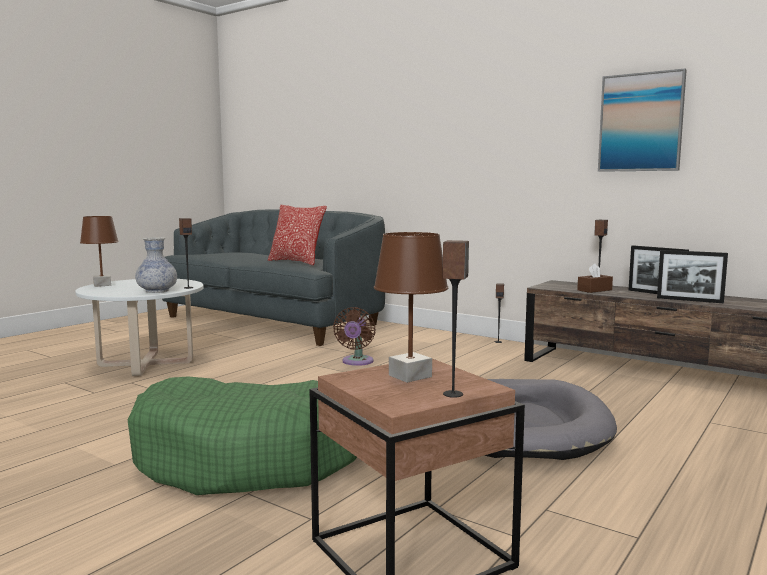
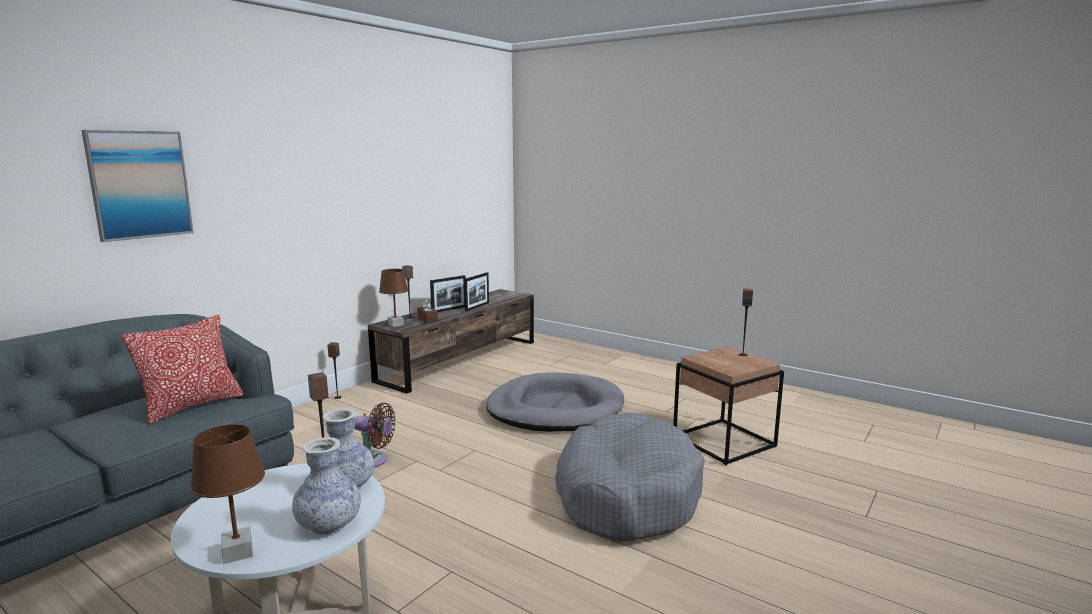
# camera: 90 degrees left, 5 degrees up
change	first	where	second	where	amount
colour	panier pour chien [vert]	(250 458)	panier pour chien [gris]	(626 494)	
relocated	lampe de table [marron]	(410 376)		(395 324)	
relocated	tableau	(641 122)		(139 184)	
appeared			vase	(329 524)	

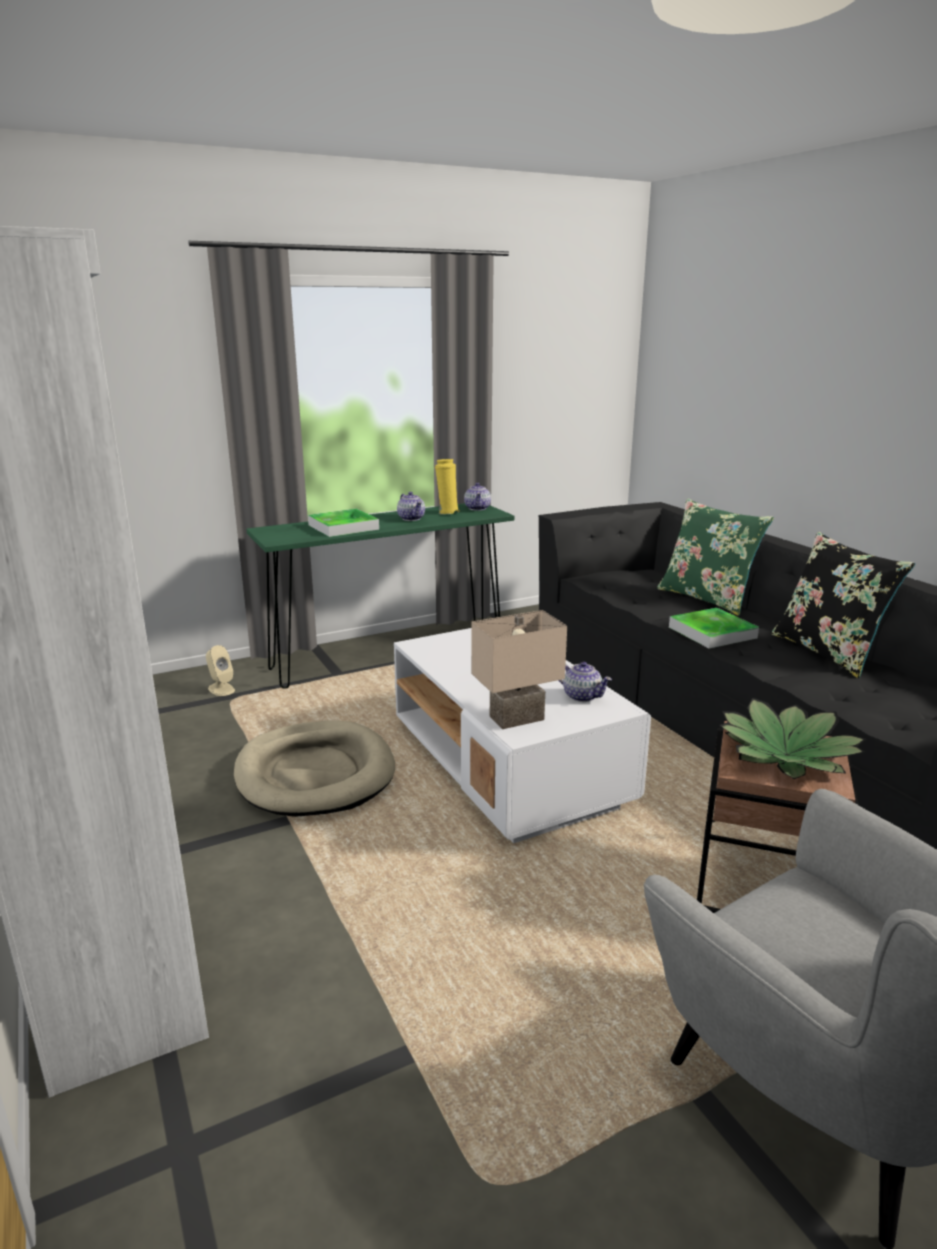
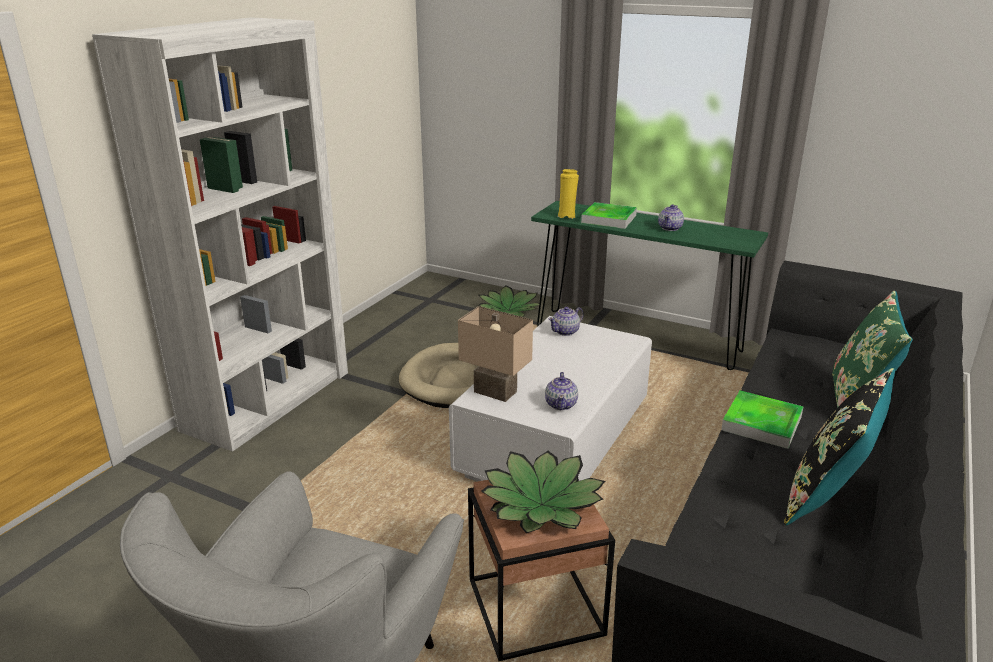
# camera: 55 degrees right, 5 degrees up
change	first	where	second	where	amount
exchanged	enceinte [beige]	(221 689)	plante en pot	(509 310)	
relocated	vase [jaune]	(447 512)		(566 216)	
relocated	théière	(477 508)		(566 331)	

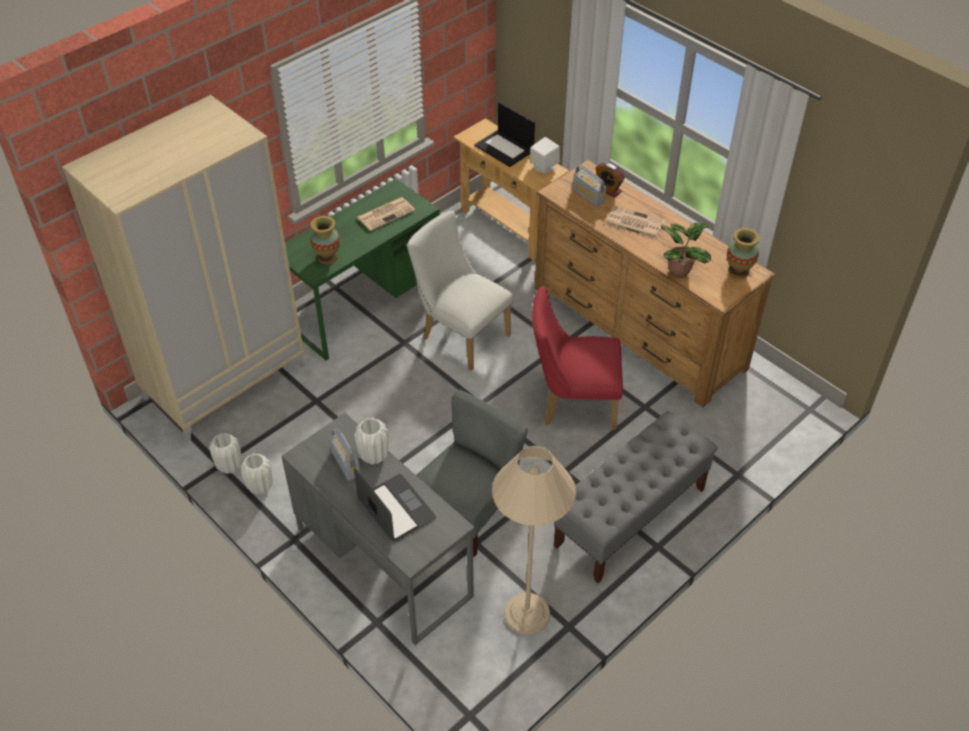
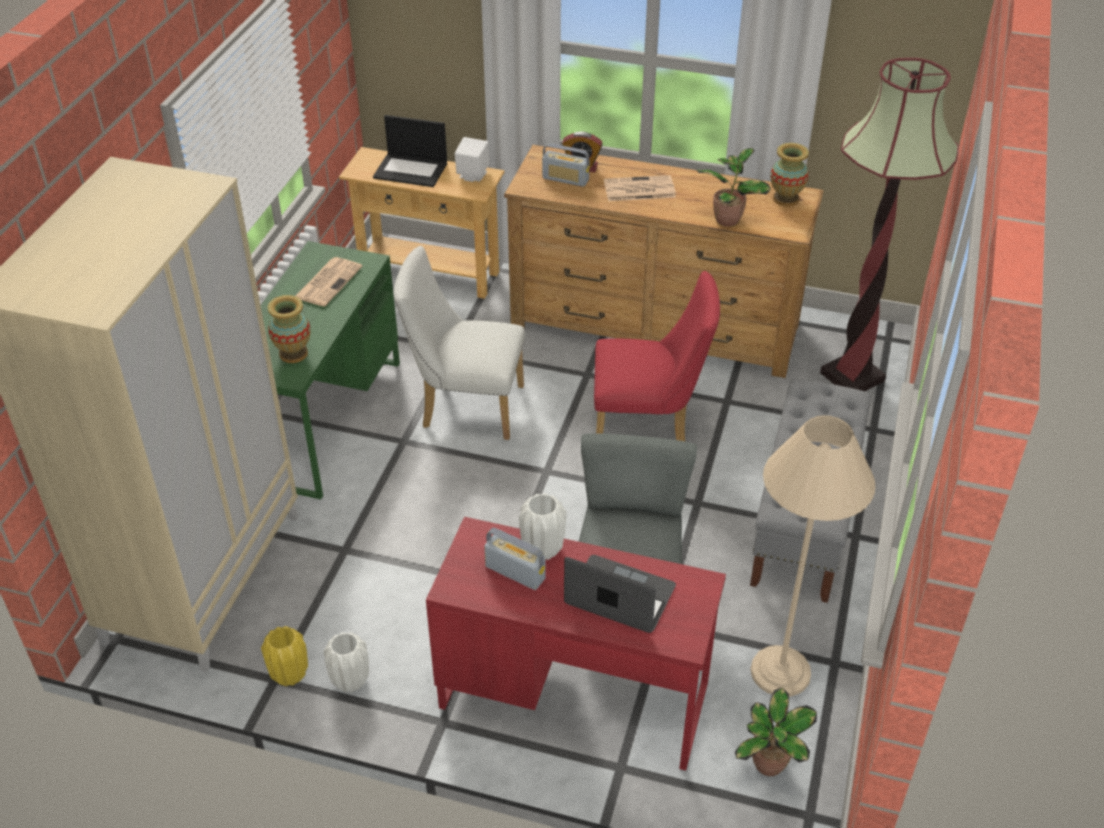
# camera: 30 degrees left, 5 degrees down
change	first	where	second	where	amount
colour	vase [blanc]	(230 466)	vase [jaune]	(290 675)	
colour	bureau [gris]	(384 561)	bureau [rouge]	(574 694)	
spun	chaise [rouge]	(572 403)		(649 429)	150 degrees counterclockwise
appeared			plante en pot	(769 766)	
appeared			lampadaire	(852 377)	

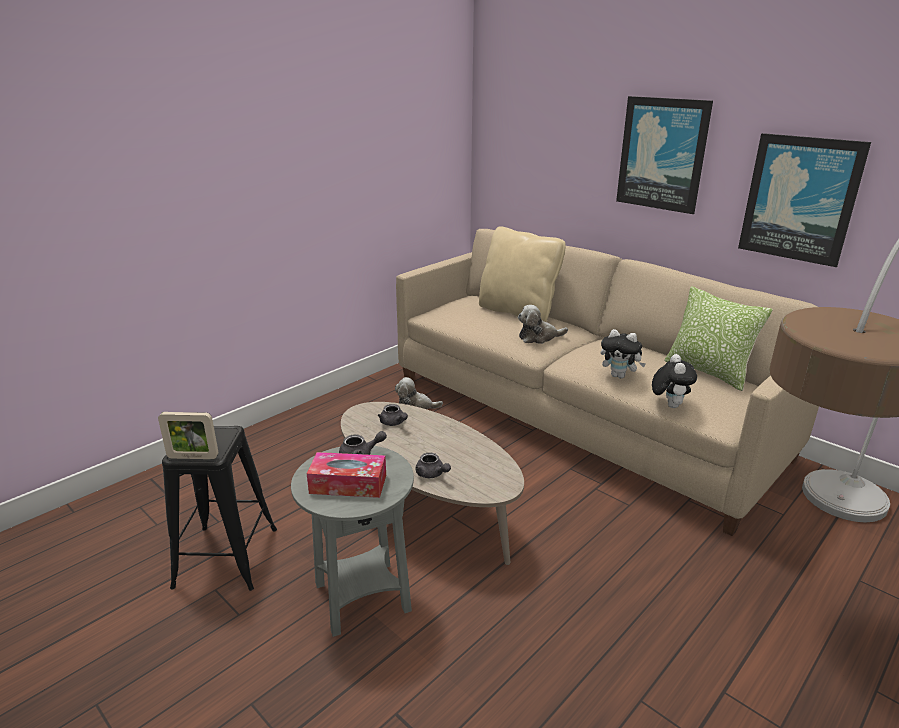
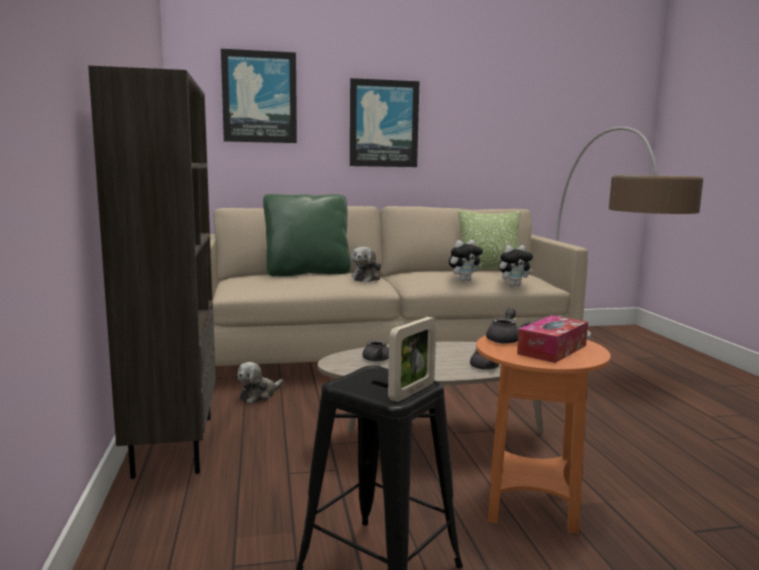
# camera: 55 degrees left, 15 degrees down
change	first	where	second	where	amount
colour	table d'appoint [gris]	(362 597)	table d'appoint [orange]	(530 504)	
colour	coussin [beige]	(518 312)	coussin [vert]	(307 273)	
spun	peluche	(669 405)		(514 285)	120 degrees clockwise
relocated	tableau	(800 199)		(259 97)	
appeared			bibliothèque [marron]	(172 445)	

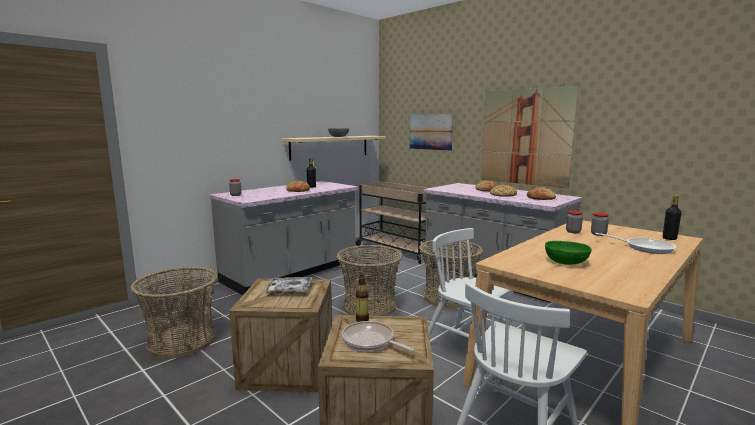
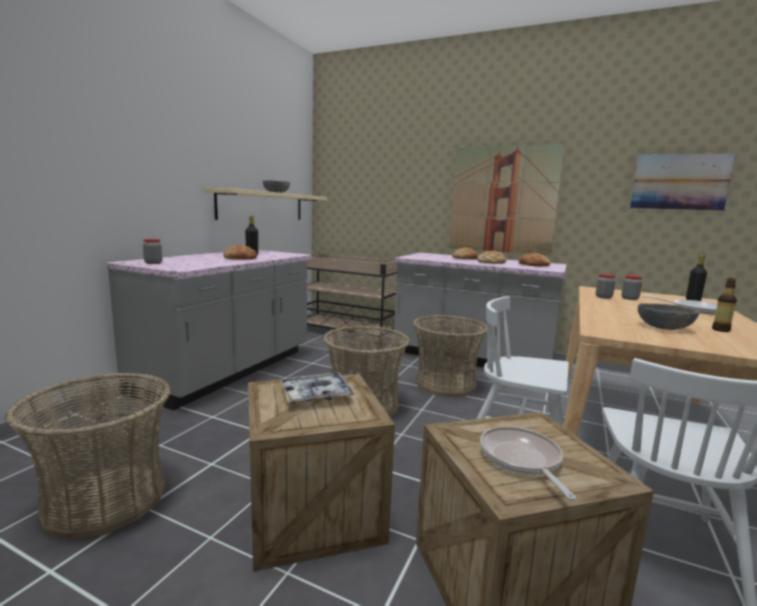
# camera: 20 degrees left, 0 degrees up
change	first	where	second	where	amount
spun	poêle	(370 341)		(521 460)	60 degrees clockwise
relocated	bouteille	(362 320)		(720 330)	
relocated	tableau	(430 132)		(679 182)	
colour	bol [vert]	(566 262)	bol [gris]	(664 327)	

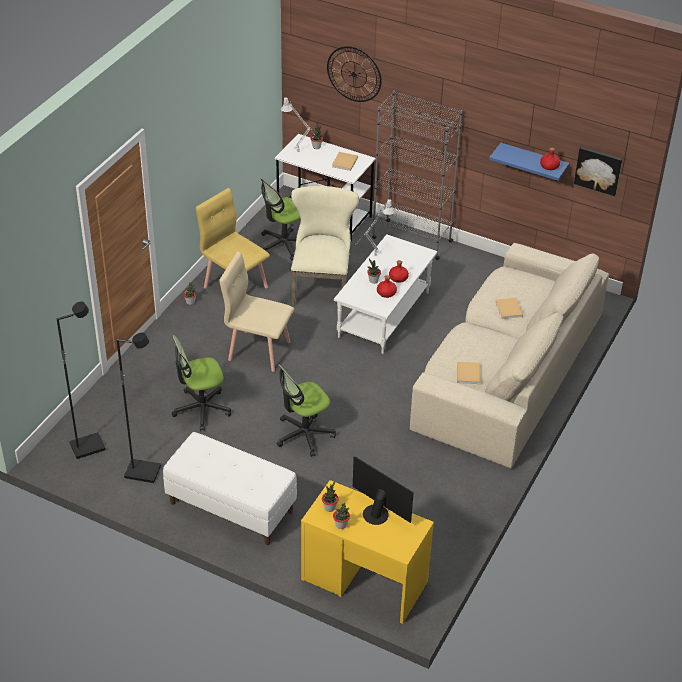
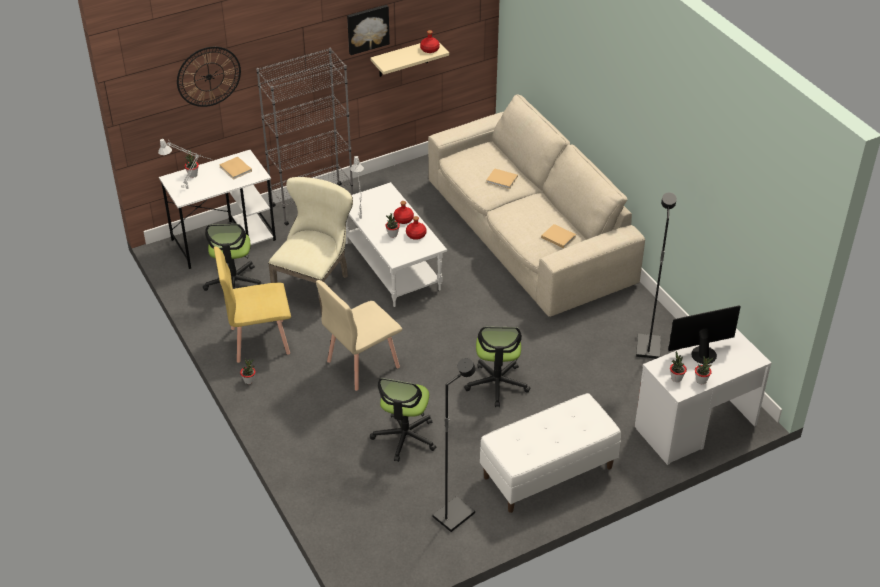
# camera: 55 degrees left, 0 degrees up
change	first	where	second	where	amount
relocated	lampadaire [noir]	(88 446)		(647 347)	
spun	chaise [beige]	(321 285)		(315 285)	75 degrees clockwise
colour	bureau [jaune]	(364 581)	bureau [blanc]	(695 426)	
colour	étagère [bleu]	(533 162)	étagère [beige]	(403 58)	
relocated	tableau	(598 170)		(367 28)	

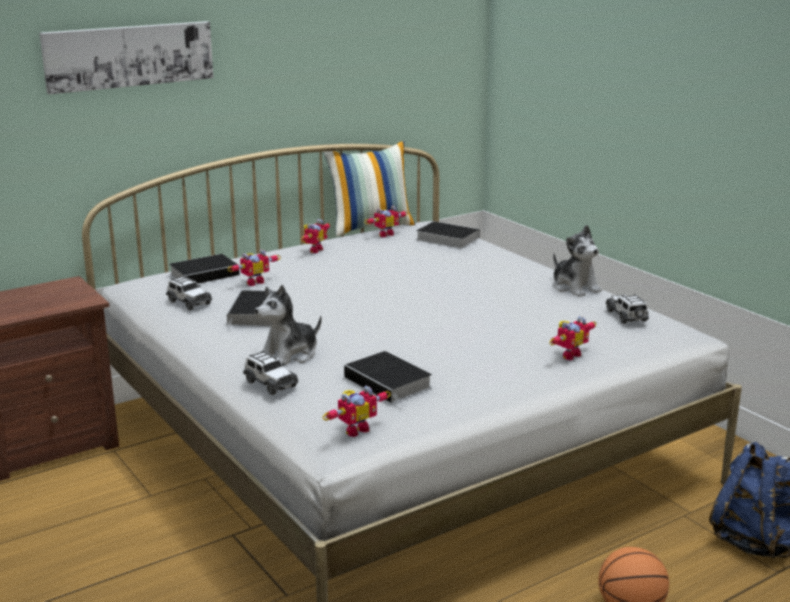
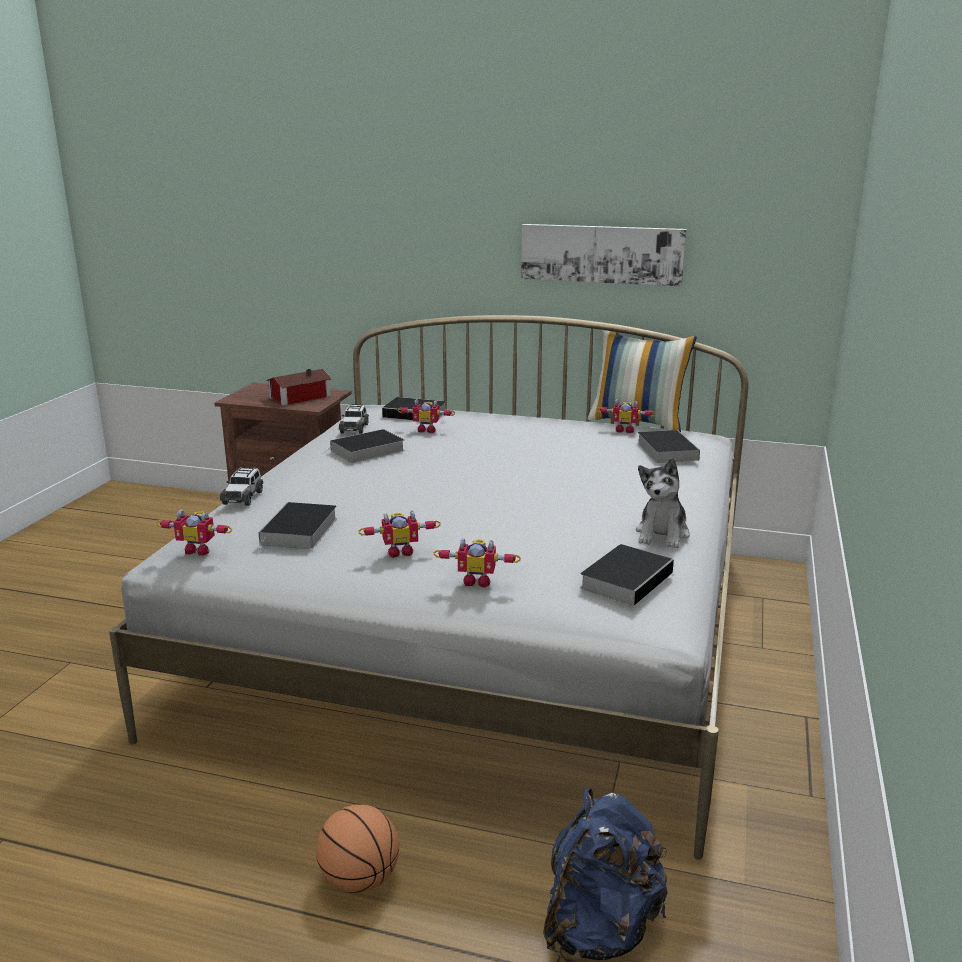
# camera: 50 degrees right, 0 degrees up
change	first	where	second	where	amount
relocated	tableau	(129 56)		(602 254)	
missing	peluche	(289 355)			
relocated	robot jouet	(313 250)		(400 551)	
exchanged	petite voiture	(627 316)	livre	(627 579)	
appeared			maison miniature	(298 397)	

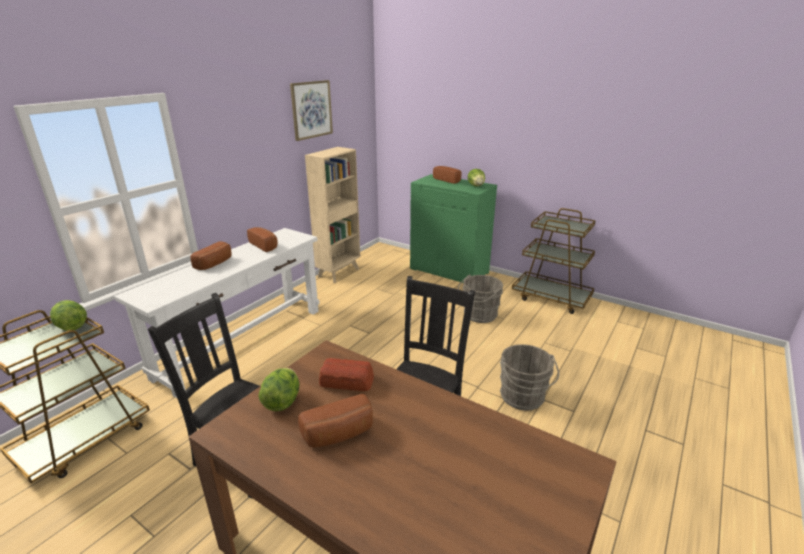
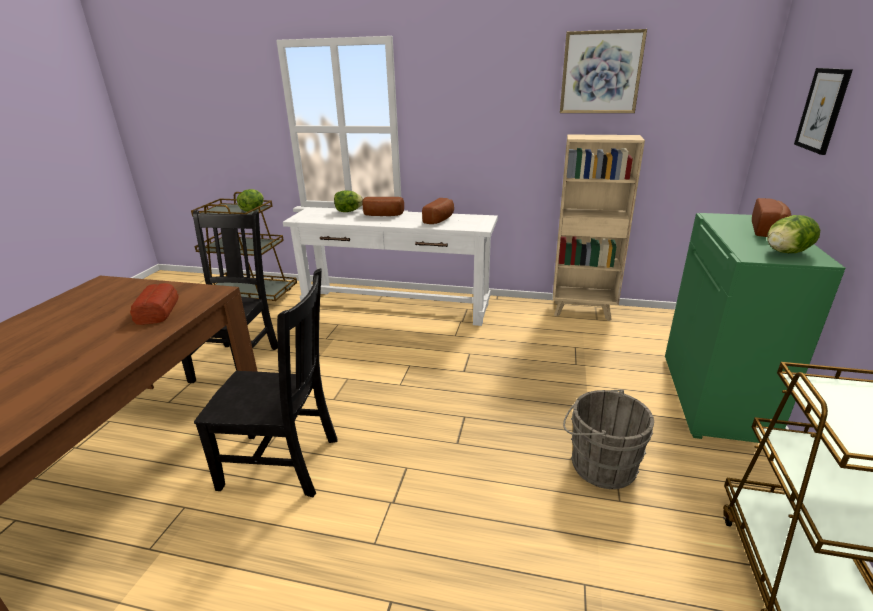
# camera: 70 degrees right, 0 degrees up
change	first	where	second	where	amount
relocated	laitue	(282 402)		(348 211)	
missing	pain	(339 435)			
missing	seau [gris]	(523 398)			
appeared			tableau	(822 110)	

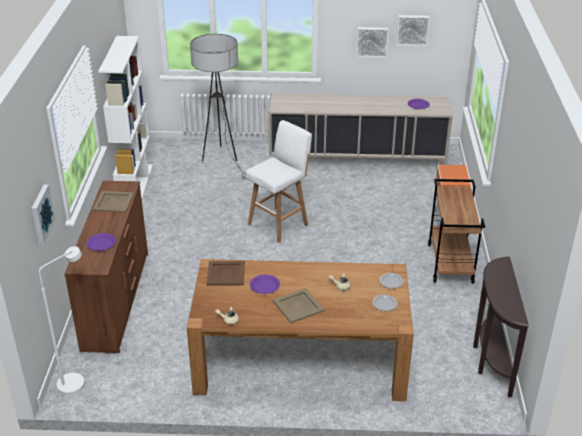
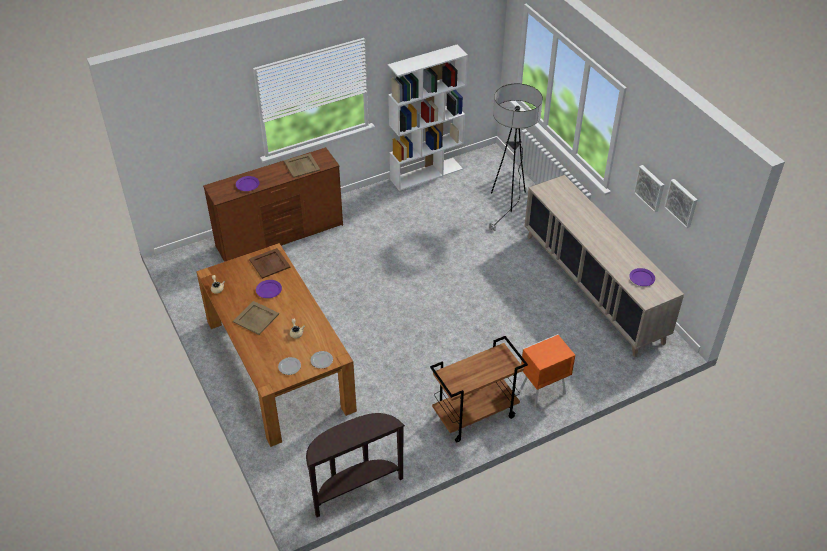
# camera: 60 degrees right, 10 degrees up
change	first	where	second	where	amount
missing	tableau	(41 213)			
missing	lampadaire [blanc]	(77 380)			
missing	tabouret [blanc]	(279 224)			

